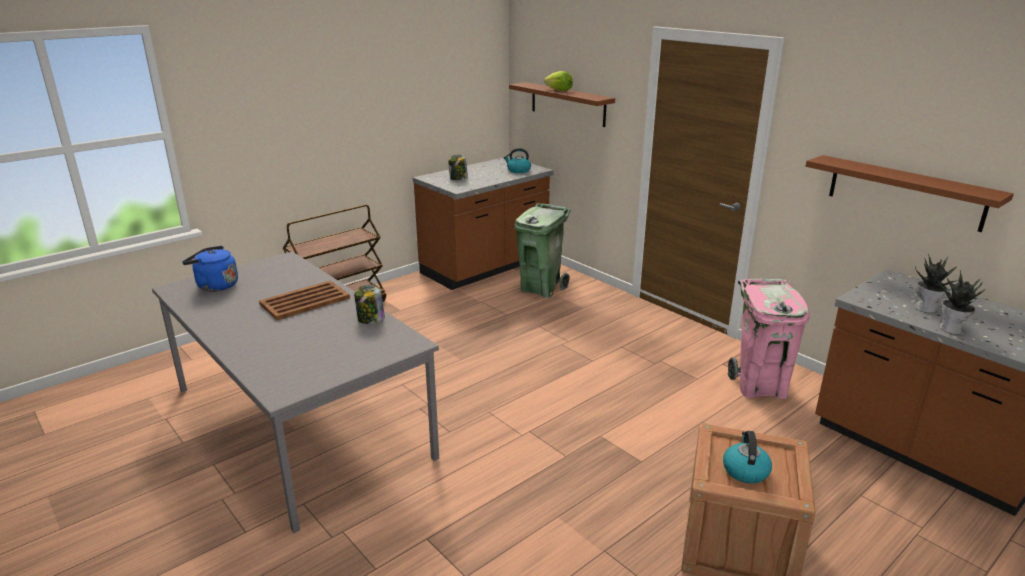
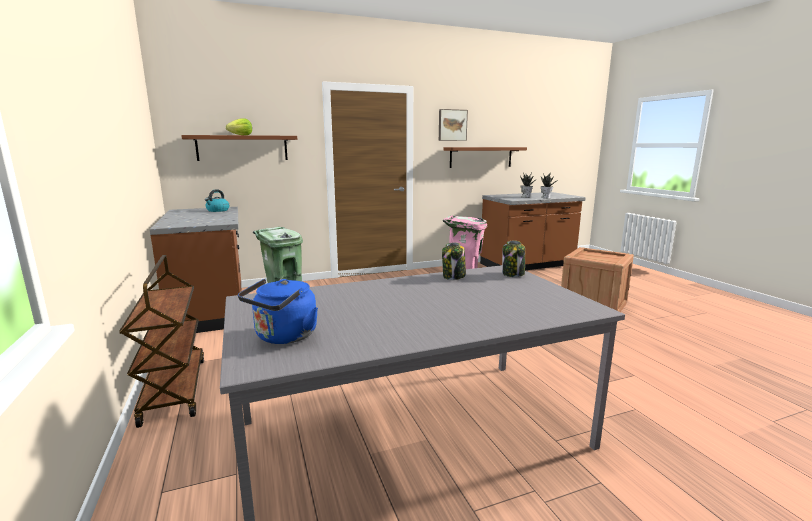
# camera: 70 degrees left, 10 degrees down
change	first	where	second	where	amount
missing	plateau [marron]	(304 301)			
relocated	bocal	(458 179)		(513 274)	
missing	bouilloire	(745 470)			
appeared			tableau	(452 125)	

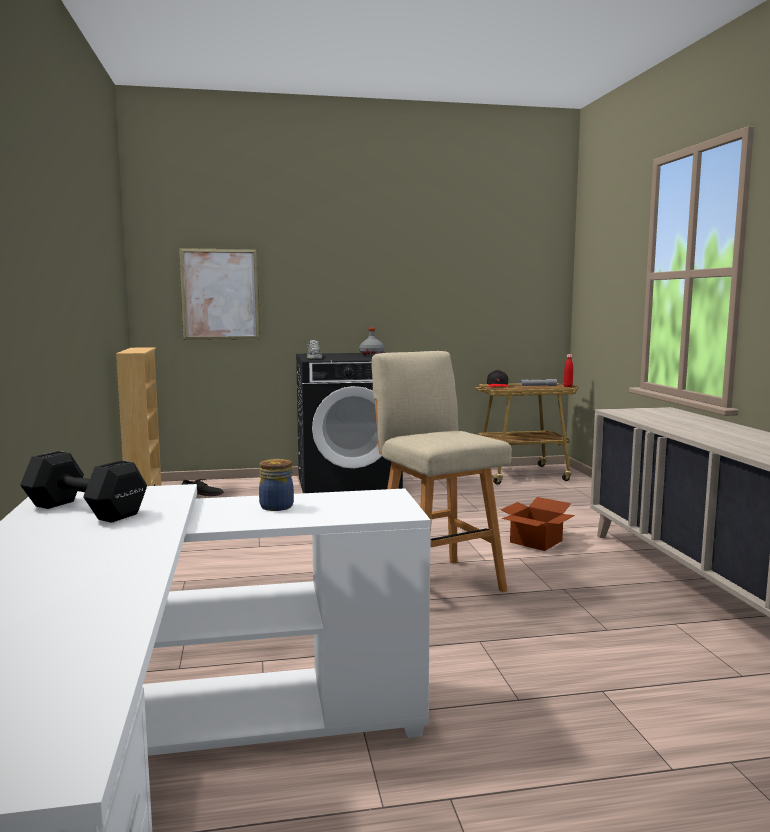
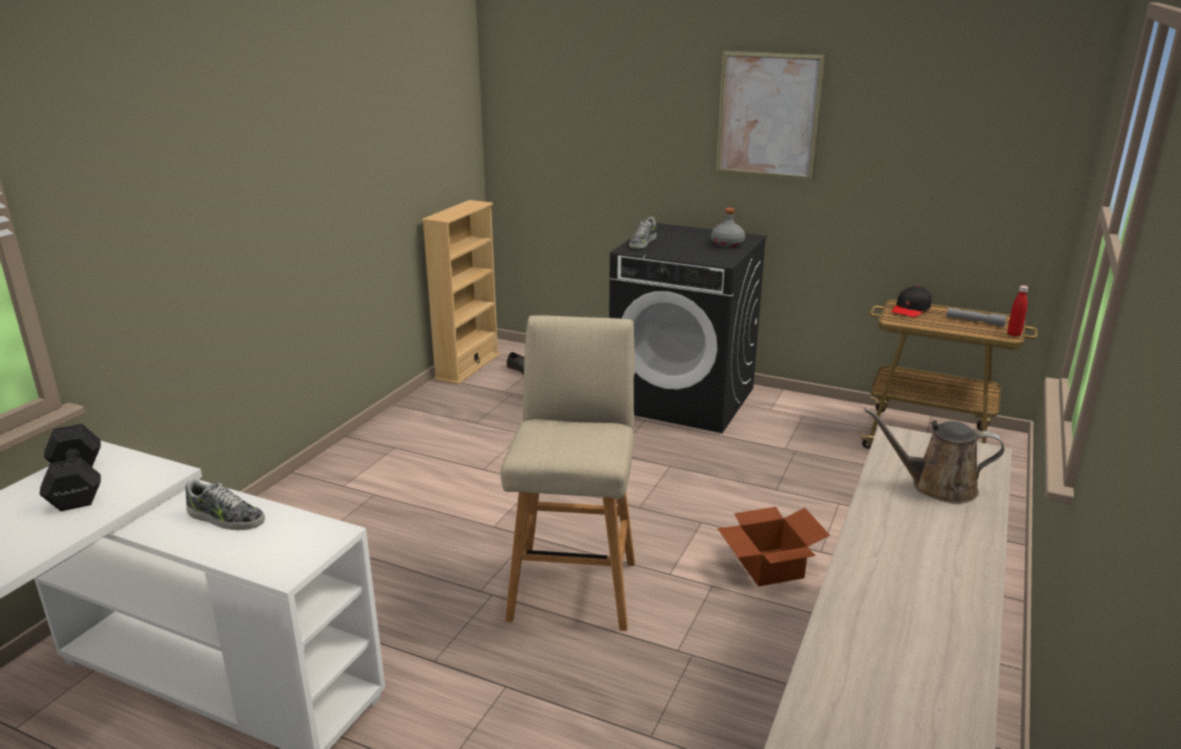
# camera: 35 degrees right, 15 degrees up
change	first	where	second	where	amount
relocated	tableau	(220 294)		(768 115)	
exchanged	bocal	(276 506)	chaussure	(225 518)	
appeared			arrosoir [marron]	(937 487)	

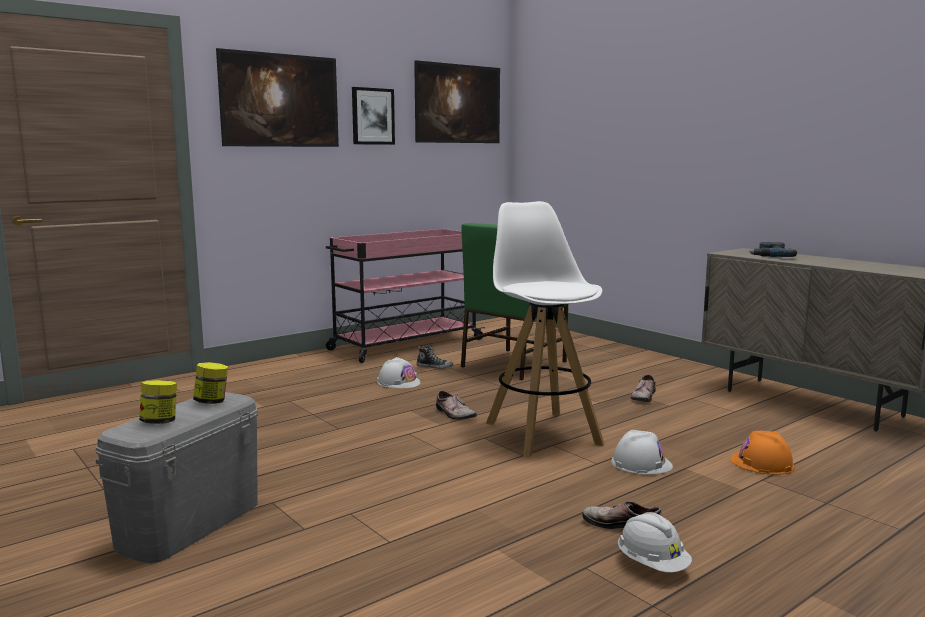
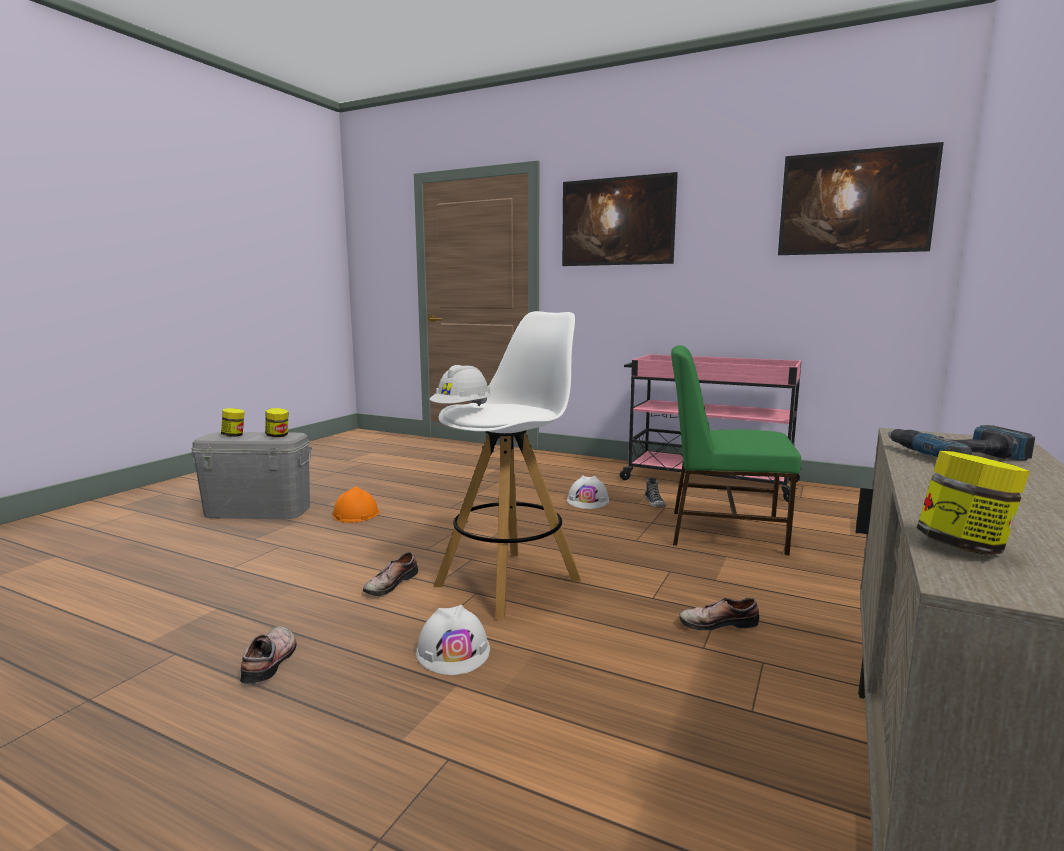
# camera: 65 degrees right, 0 degrees up
change	first	where	second	where	amount
missing	tableau	(372 116)			
relocated	chaussure	(453 414)		(389 584)	
relocated	casque de chantier [blanc]	(652 565)		(462 410)	
relocated	casque de chantier [orange]	(762 463)		(356 514)	
appeared			bocal	(963 546)	

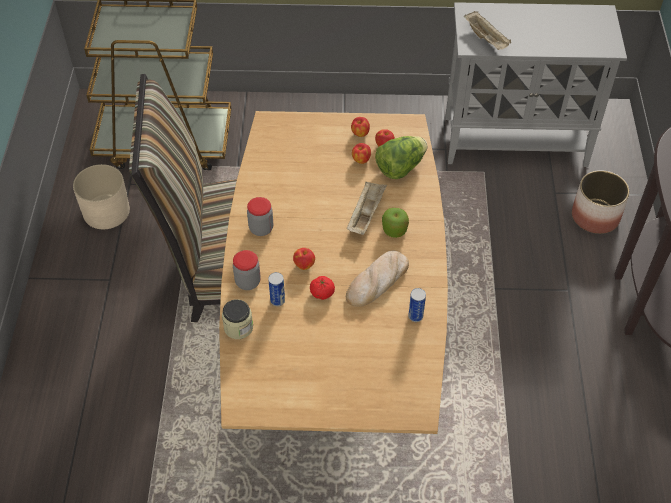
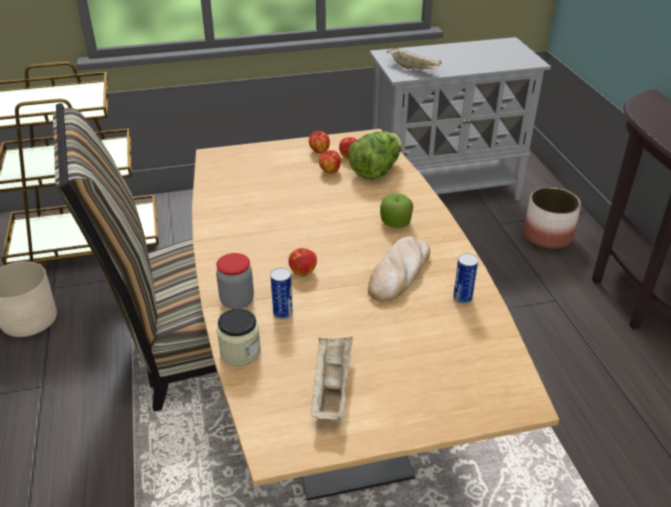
# camera: 15 degrees left, 15 degrees down
change	first	where	second	where	amount
missing	bocal	(261 228)			
missing	tomate	(322 293)			
relocated	plateau [beige]	(366 214)		(331 388)	

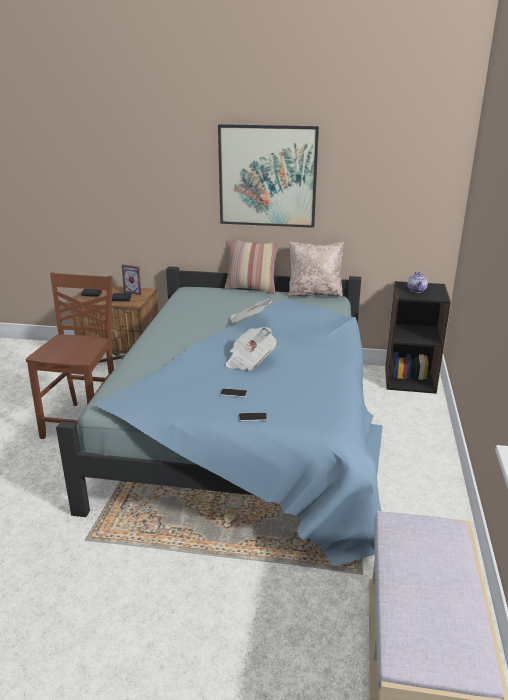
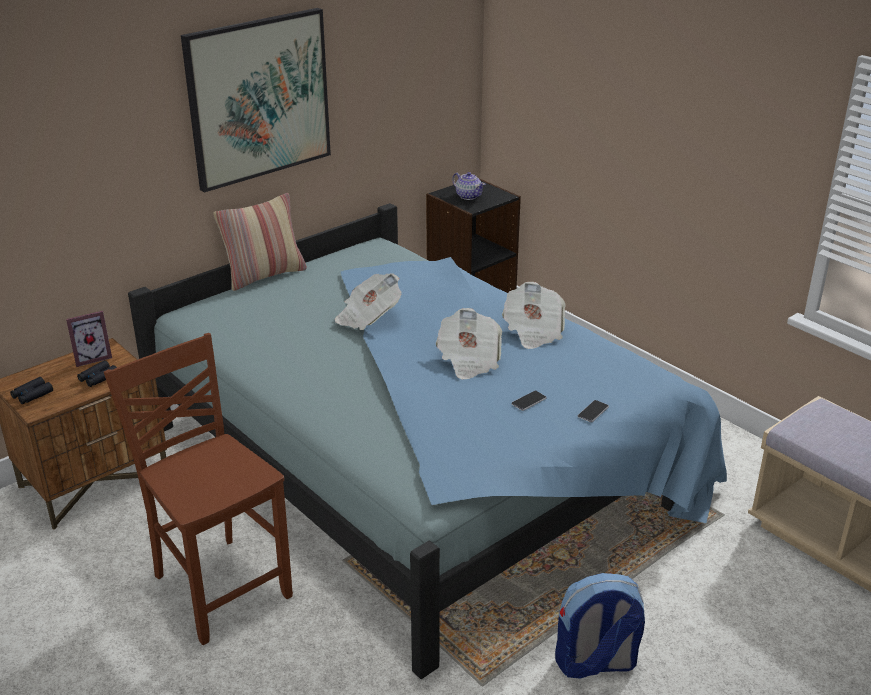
# camera: 50 degrees left, 5 degrees up
change	first	where	second	where	amount
missing	coussin [beige]	(314 293)			
appeared			journal	(533 331)	
appeared			sac à dos	(595 663)	

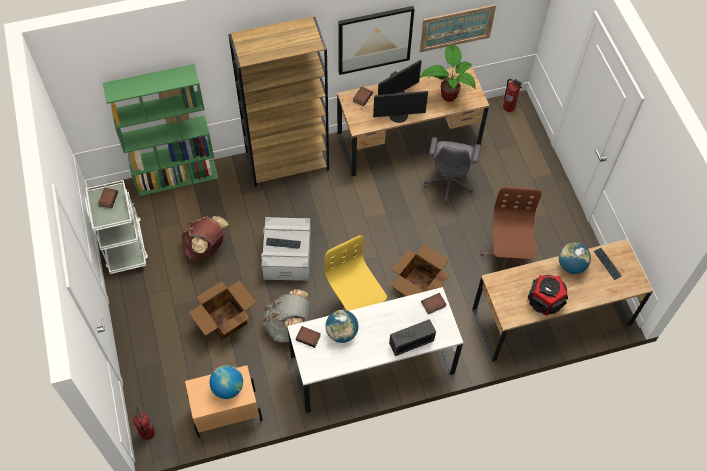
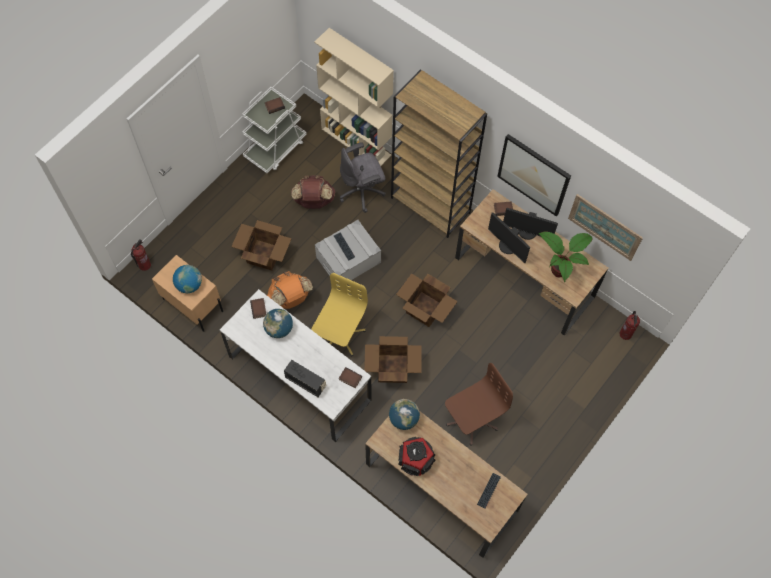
# camera: 55 degrees right, 5 degrees up
change	first	where	second	where	amount
colour	bibliothèque [vert]	(177 178)	bibliothèque [beige]	(357 142)	
colour	sac à dos [gris]	(287 325)	sac à dos [orange]	(290 298)	
relocated	chaise de bureau [gris]	(449 182)		(362 192)	
relocated	globe	(571 265)		(403 419)	
appeared			carton	(425 309)	

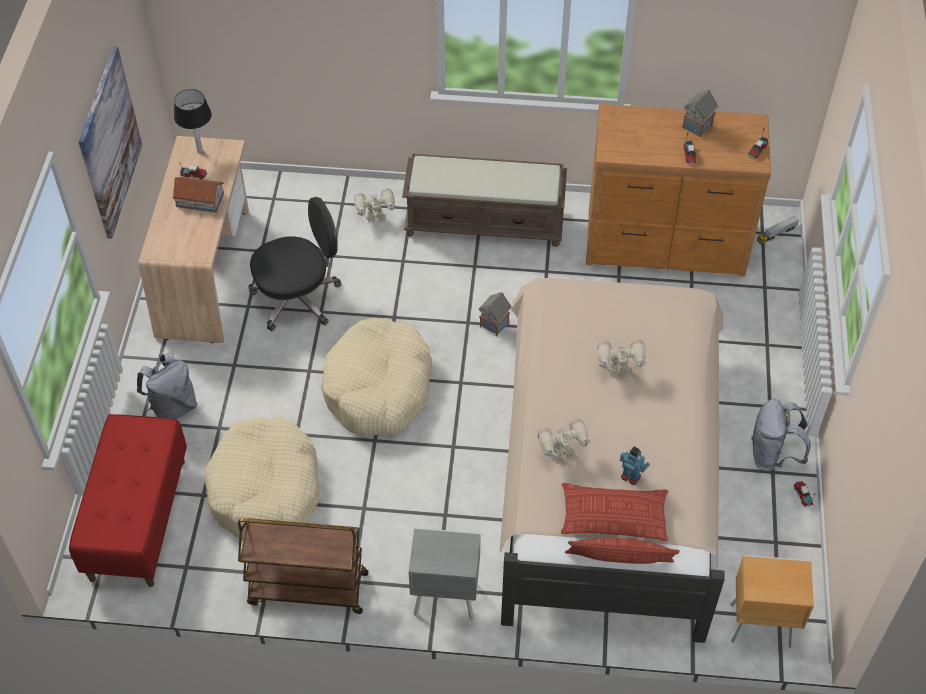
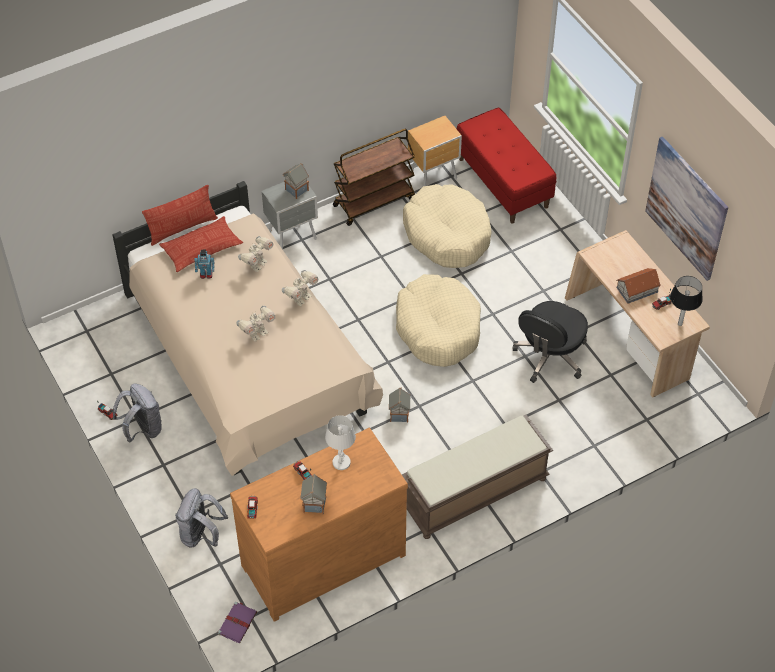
# camera: 145 degrees right, 0 degrees up
change	first	where	second	where	amount
relocated	sac à dos [gris]	(173 408)		(201 535)	
relocated	robot jouet	(375 218)		(301 298)	
relocated	table de chevet [marron]	(759 625)		(434 177)	
exchanged	camion jouet	(776 234)	livre [violet]	(237 622)	
appeared			maison miniature	(296 190)	
appeared			lampe de table [blanc]	(341 462)	

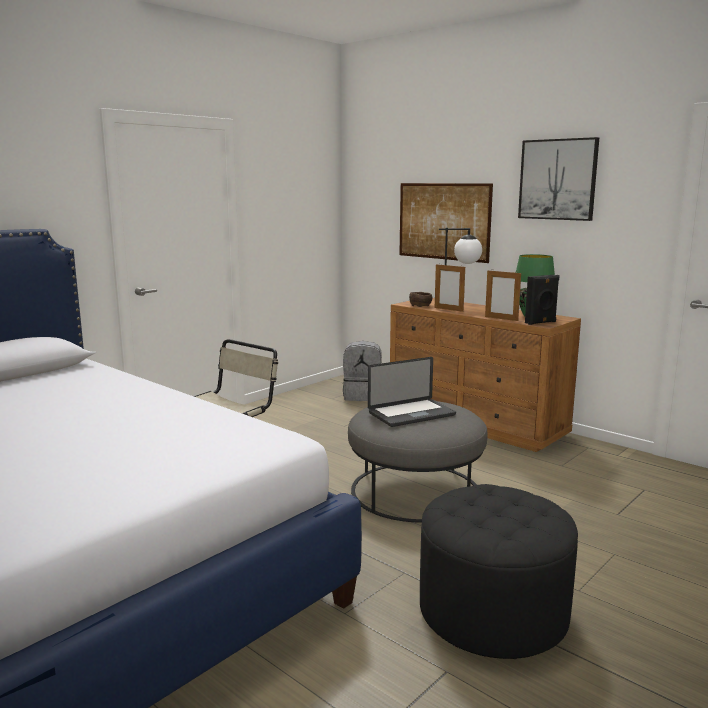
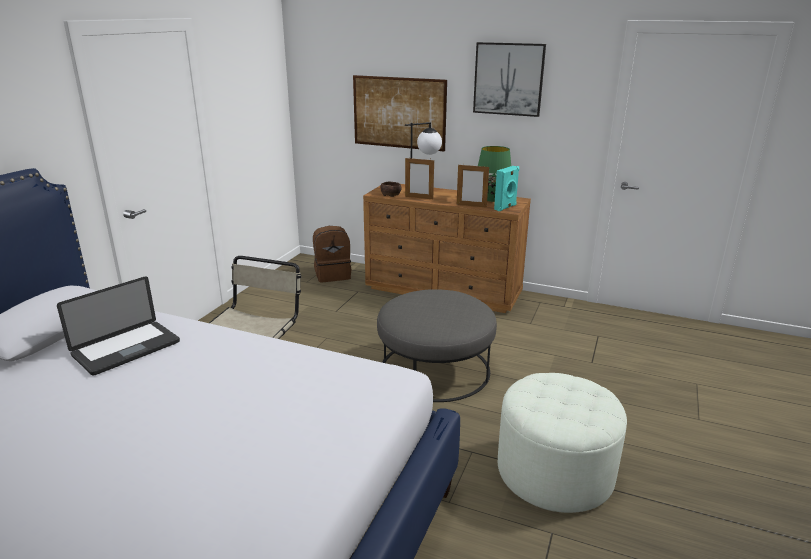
# camera: 20 degrees left, 10 degrees up
change	first	where	second	where	amount
colour	sac à dos [gris]	(363 396)	sac à dos [marron]	(333 275)	
relocated	ordinateur portable	(411 414)		(126 349)	
colour	pouf [noir]	(493 612)	pouf [blanc]	(554 471)	
colour	enceinte [noir]	(541 322)	enceinte [turquoise]	(506 207)	

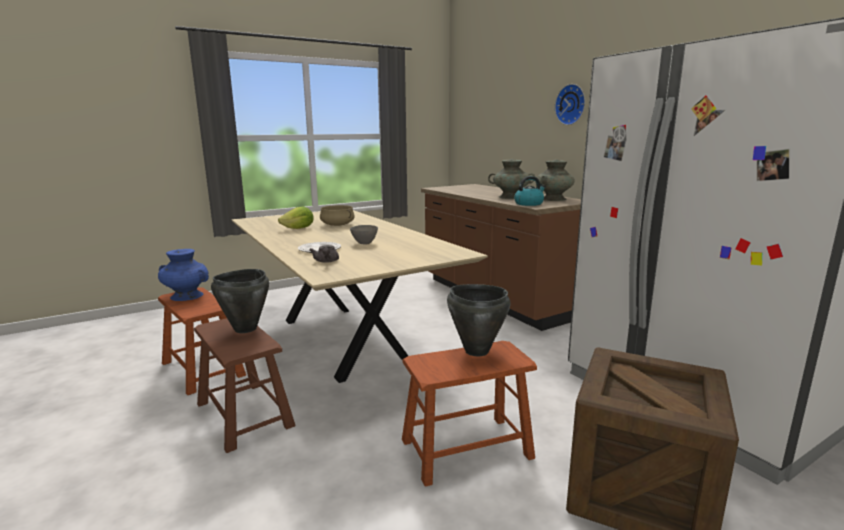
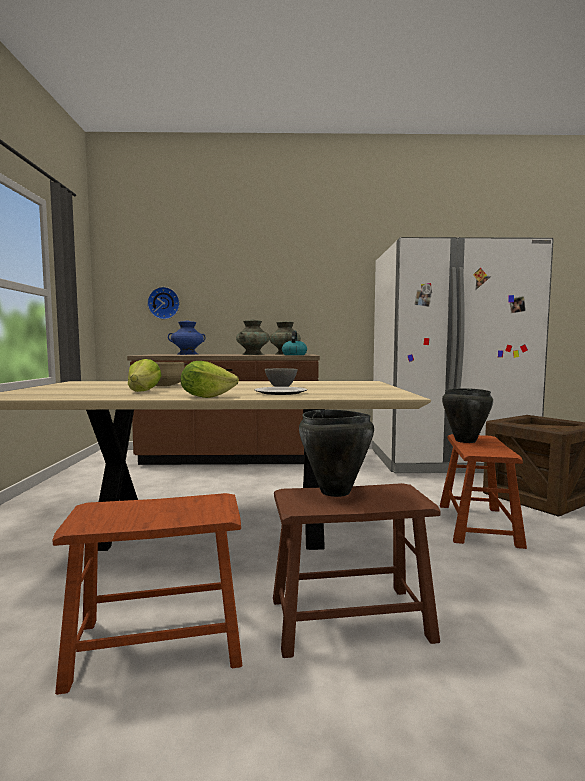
# camera: 60 degrees left, 10 degrees down
change	first	where	second	where	amount
relocated	vase [bleu]	(186 296)		(187 354)	
missing	théière [gris]	(326 261)			
relocated	horloge murale	(571 104)		(164 303)	
appeared			laitue	(206 397)	

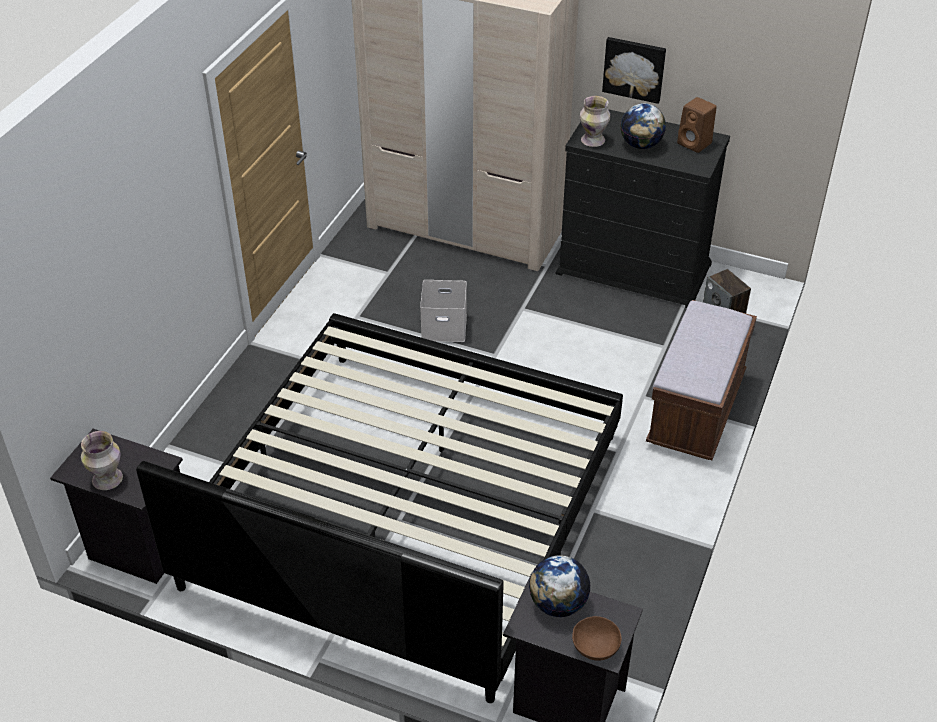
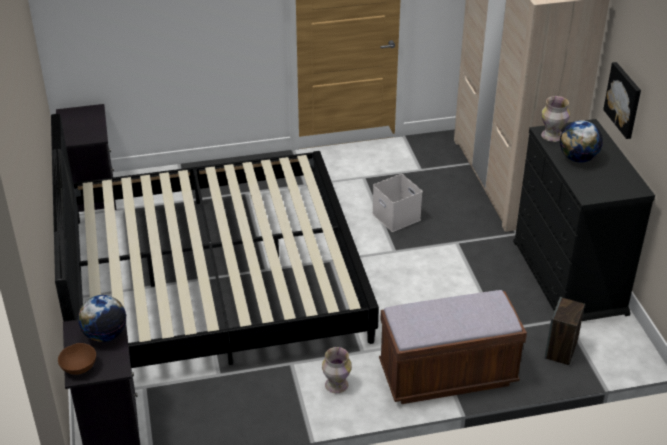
# camera: 55 degrees right, 5 degrees down
change	first	where	second	where	amount
relocated	vase	(107 480)		(336 385)	
missing	enceinte [marron]	(695 144)			

